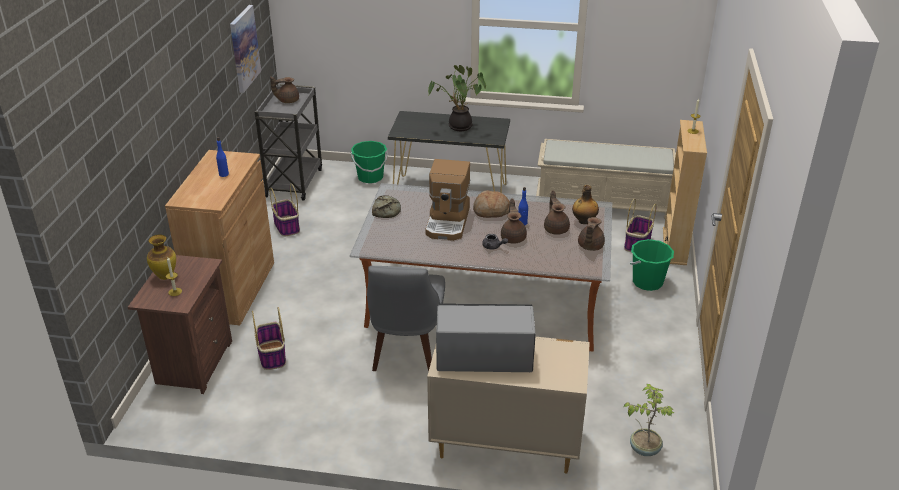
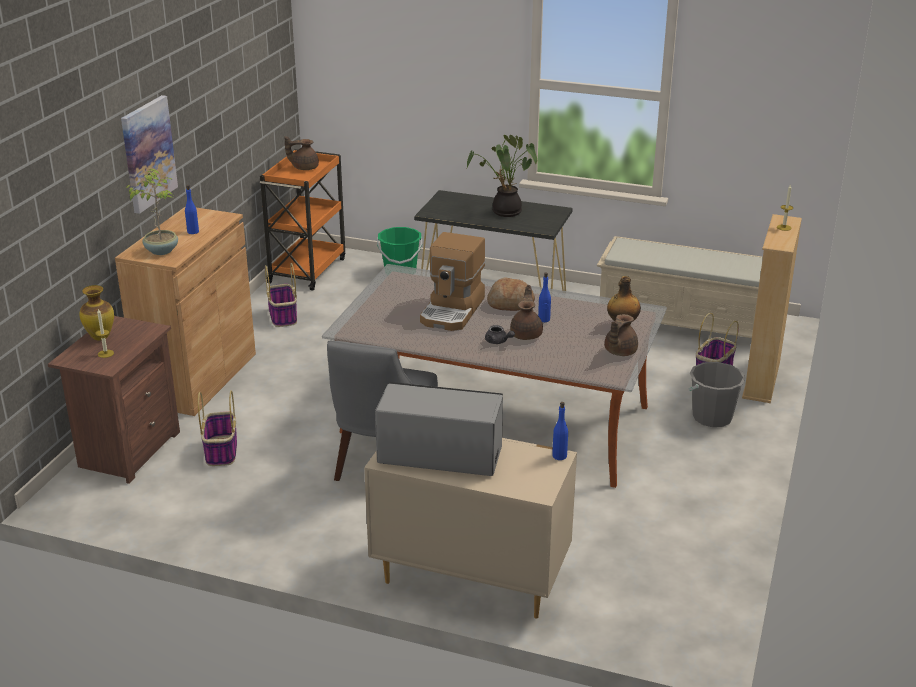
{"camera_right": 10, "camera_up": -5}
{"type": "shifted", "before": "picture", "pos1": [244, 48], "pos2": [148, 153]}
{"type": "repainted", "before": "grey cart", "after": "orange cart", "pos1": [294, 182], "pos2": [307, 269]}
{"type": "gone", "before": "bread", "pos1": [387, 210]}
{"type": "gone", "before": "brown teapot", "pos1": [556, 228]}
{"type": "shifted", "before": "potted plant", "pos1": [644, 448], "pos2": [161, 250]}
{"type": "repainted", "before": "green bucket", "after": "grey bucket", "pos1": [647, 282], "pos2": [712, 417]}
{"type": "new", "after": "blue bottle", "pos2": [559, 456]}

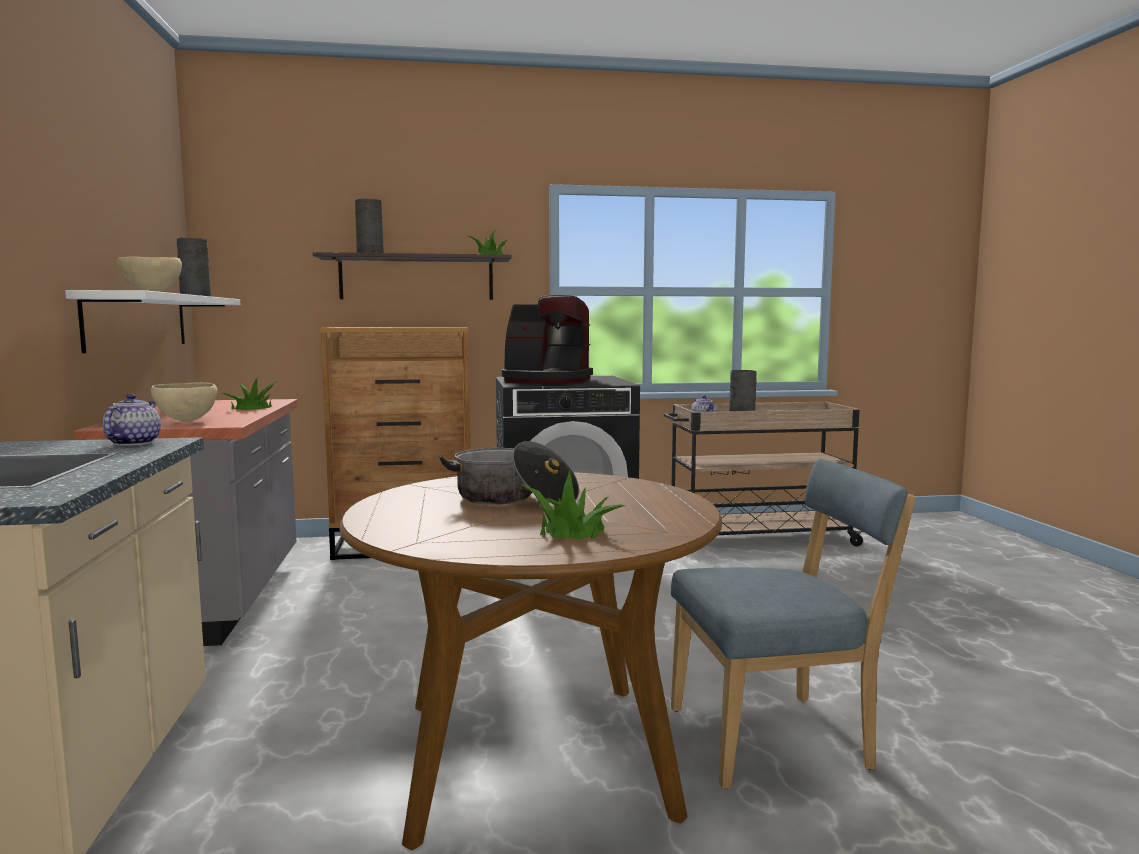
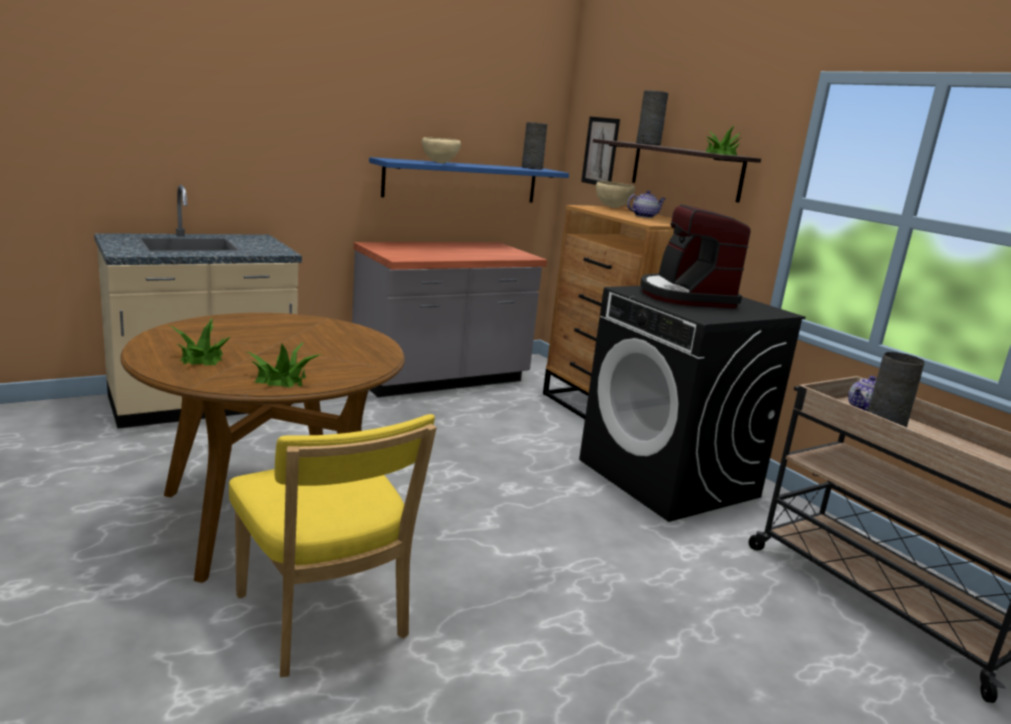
{"camera_right": 65, "camera_up": 10}
{"type": "repainted", "before": "white shelf", "after": "blue shelf", "pos1": [138, 321], "pos2": [462, 181]}
{"type": "shifted", "before": "teapot", "pos1": [132, 443], "pos2": [644, 216]}
{"type": "shifted", "before": "beige bowl", "pos1": [186, 421], "pos2": [612, 207]}
{"type": "shifted", "before": "potted plant", "pos1": [252, 408], "pos2": [281, 379]}
{"type": "gone", "before": "cooking pot", "pos1": [513, 498]}
{"type": "repainted", "before": "blue chair", "after": "yellow chair", "pos1": [777, 738], "pos2": [324, 622]}
{"type": "new", "after": "picture", "pos2": [600, 151]}

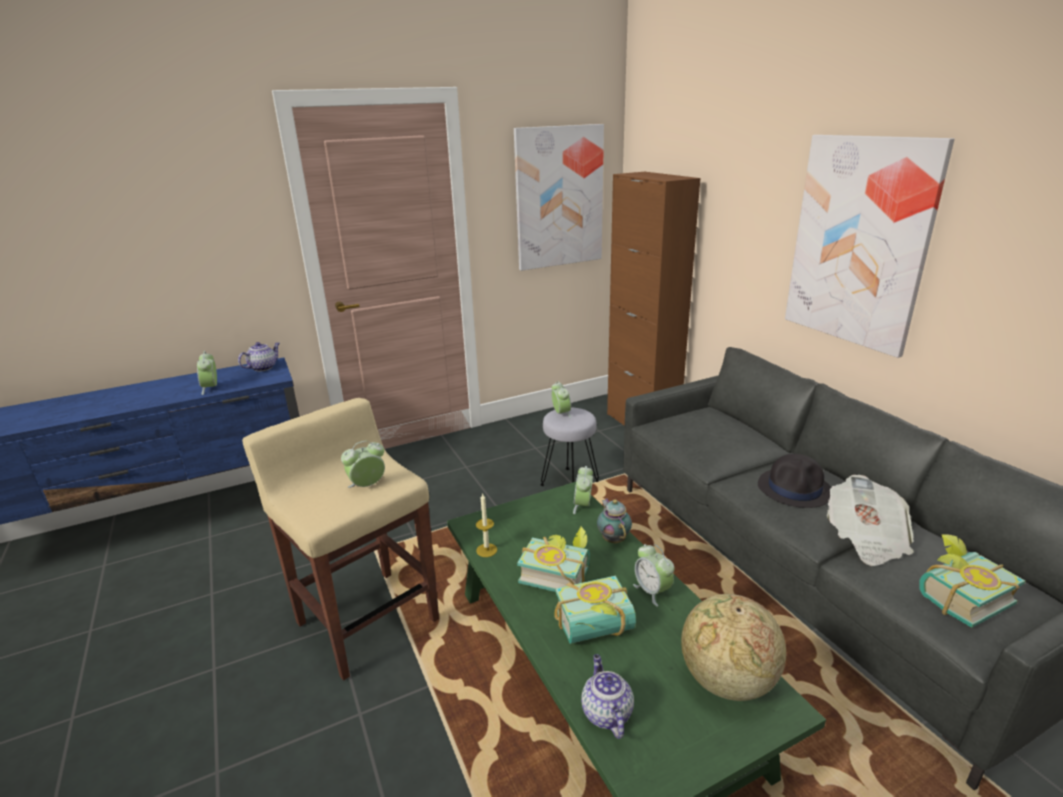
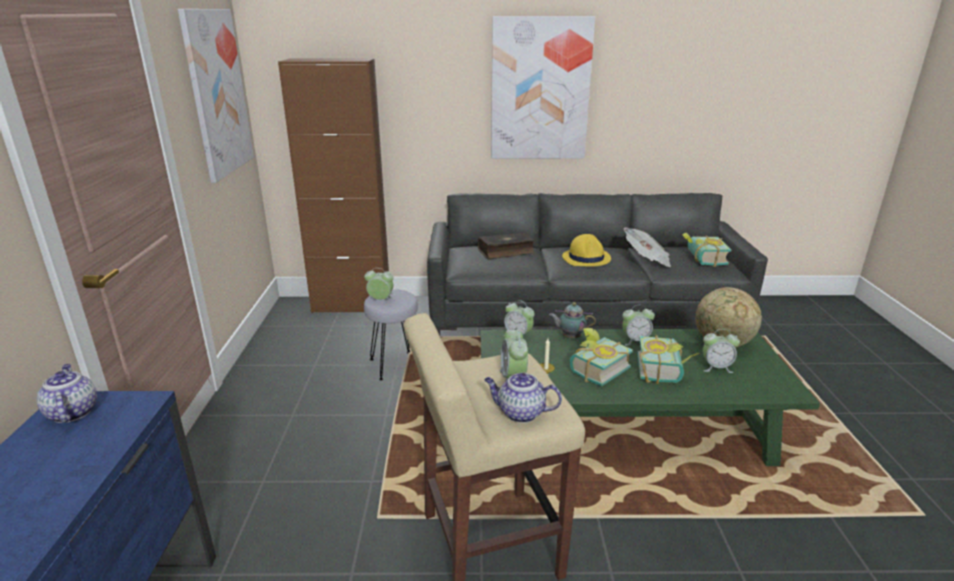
{"camera_right": -65, "camera_up": 0}
{"type": "shifted", "before": "alarm clock", "pos1": [211, 388], "pos2": [716, 367]}
{"type": "shifted", "before": "teapot", "pos1": [606, 713], "pos2": [520, 413]}
{"type": "repainted", "before": "black hat", "after": "yellow hat", "pos1": [795, 489], "pos2": [586, 258]}
{"type": "new", "after": "book", "pos2": [506, 252]}

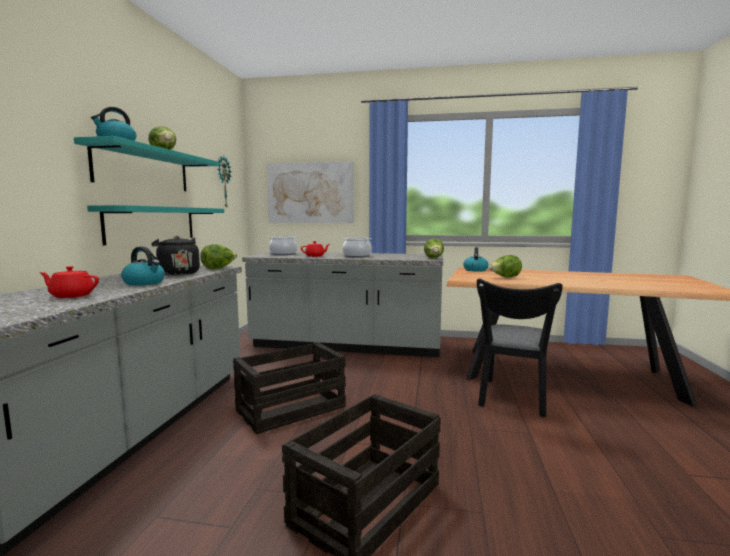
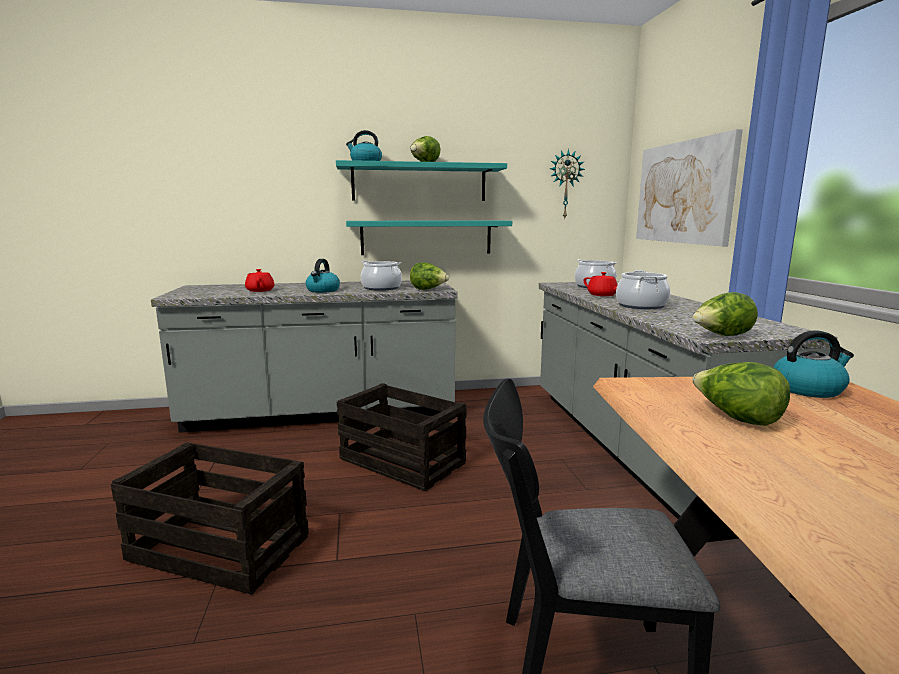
{"camera_right": 70, "camera_up": 5}
{"type": "swapped", "before": "black kettle", "after": "cooking pot", "pos1": [177, 273], "pos2": [381, 288]}

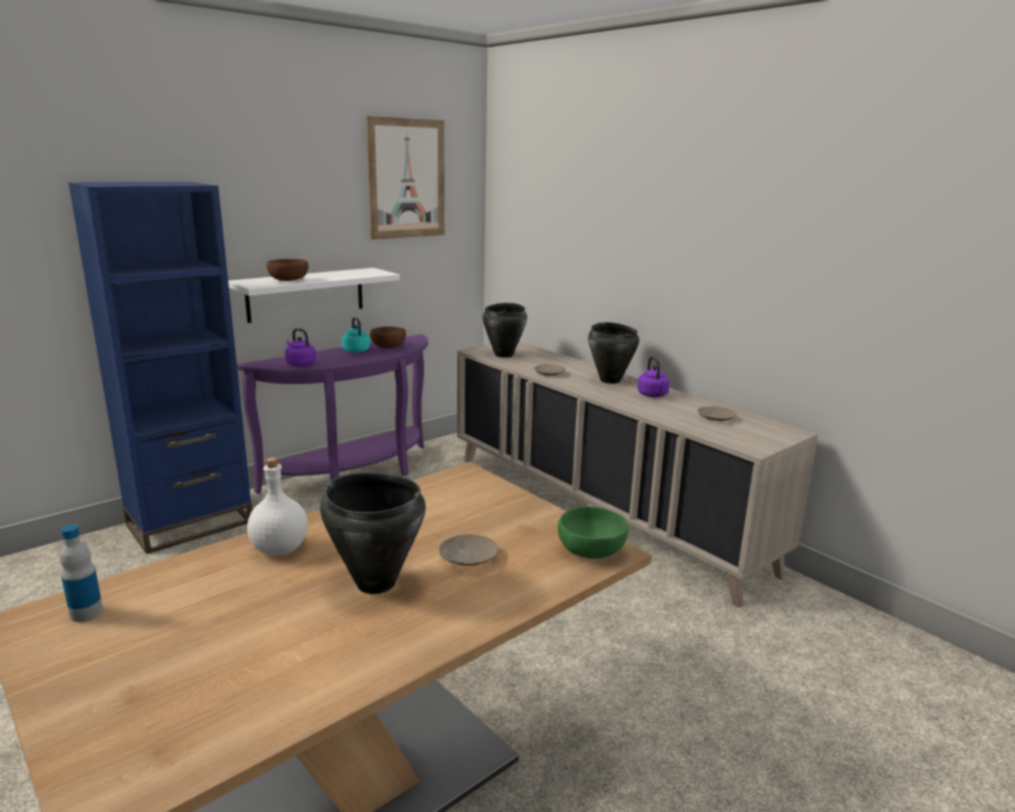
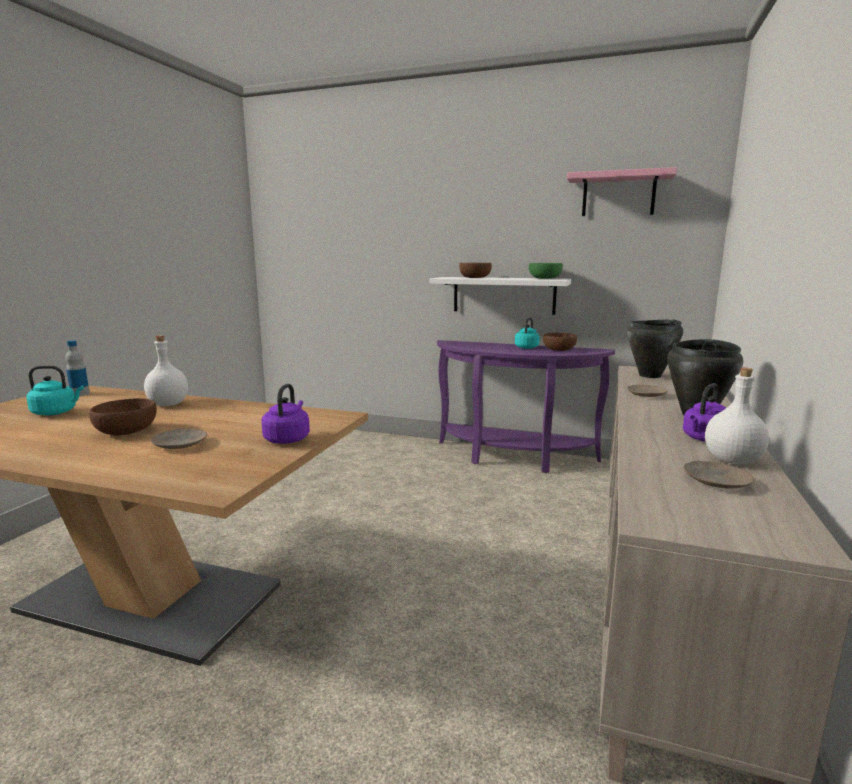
{"camera_right": 60, "camera_up": -5}
{"type": "gone", "before": "blue bookcase", "pos1": [190, 523]}
{"type": "shifted", "before": "purple kettle", "pos1": [300, 364], "pos2": [288, 439]}
{"type": "swapped", "before": "black cooking pot", "after": "brown bowl", "pos1": [375, 582], "pos2": [127, 431]}
{"type": "swapped", "before": "picture", "after": "pink shelf", "pos1": [406, 179], "pos2": [618, 195]}
{"type": "shifted", "before": "green bowl", "pos1": [592, 550], "pos2": [545, 278]}
{"type": "new", "after": "turquoise kettle", "pos2": [56, 412]}
{"type": "new", "after": "white bottle", "pos2": [733, 460]}

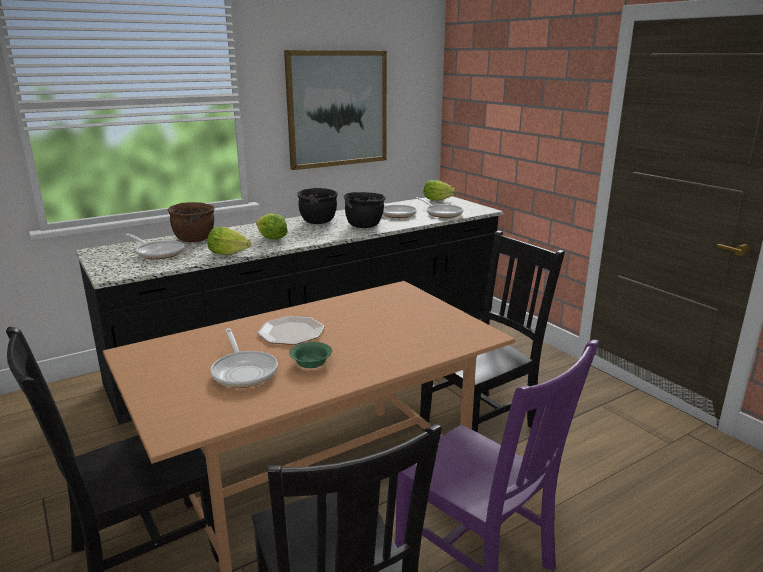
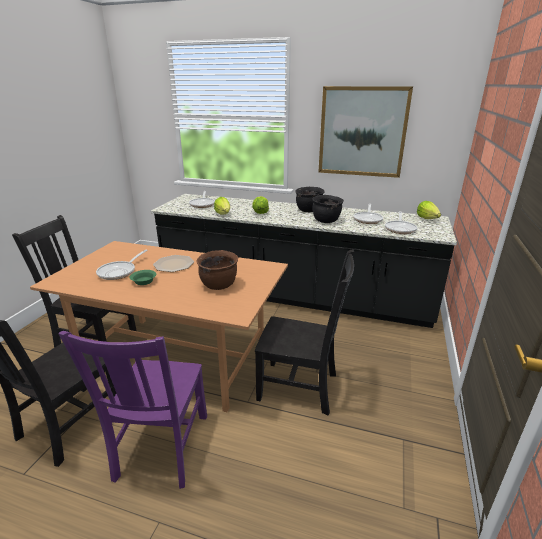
{"camera_right": 50, "camera_up": 5}
{"type": "shifted", "before": "brown cooking pot", "pos1": [195, 239], "pos2": [219, 285]}

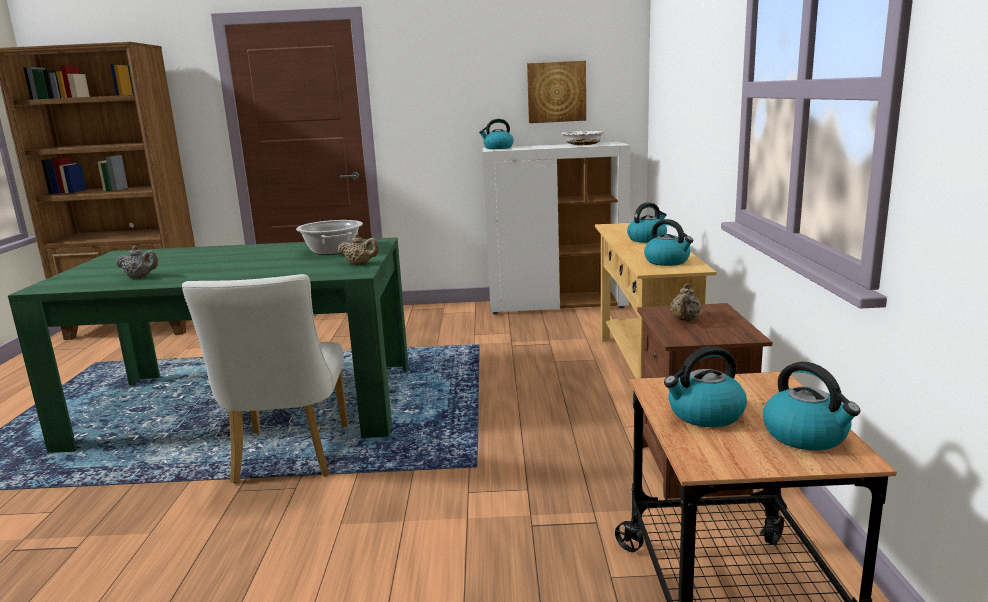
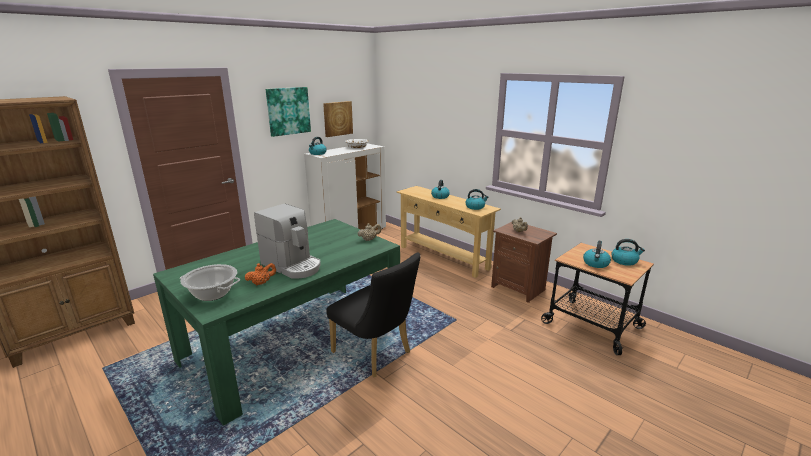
{"camera_right": -45, "camera_up": 5}
{"type": "repainted", "before": "grey teapot", "after": "orange teapot", "pos1": [140, 277], "pos2": [262, 283]}
{"type": "repainted", "before": "white chair", "after": "black chair", "pos1": [288, 458], "pos2": [375, 354]}
{"type": "shifted", "before": "cooking pot", "pos1": [332, 251], "pos2": [212, 294]}
{"type": "new", "after": "coffee machine", "pos2": [292, 265]}
{"type": "new", "after": "picture", "pos2": [288, 111]}

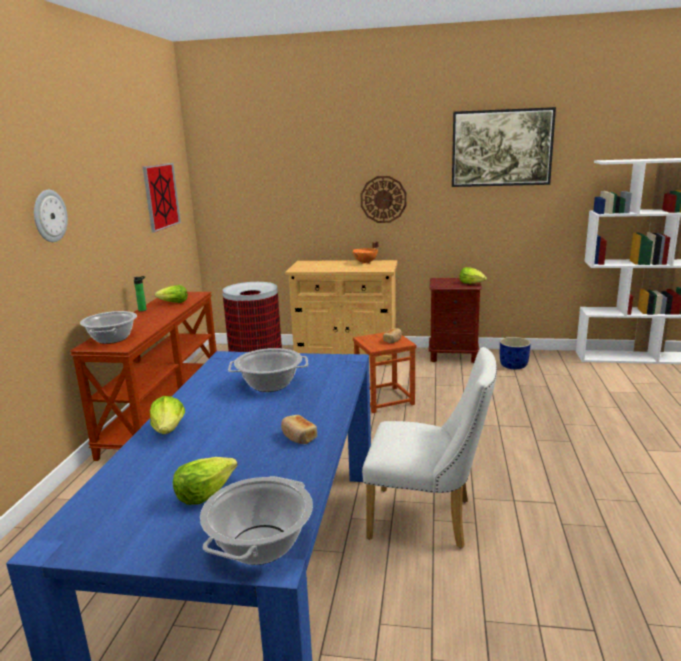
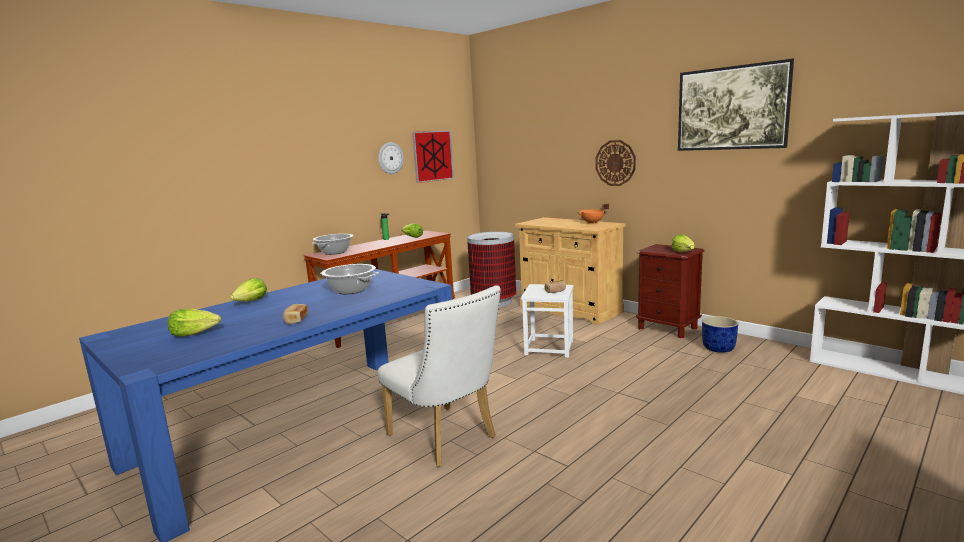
{"camera_right": 35, "camera_up": -5}
{"type": "shifted", "before": "wall clock", "pos1": [49, 216], "pos2": [390, 158]}
{"type": "gone", "before": "cooking pot", "pos1": [260, 544]}
{"type": "repainted", "before": "brown stool", "after": "white stool", "pos1": [384, 399], "pos2": [549, 348]}

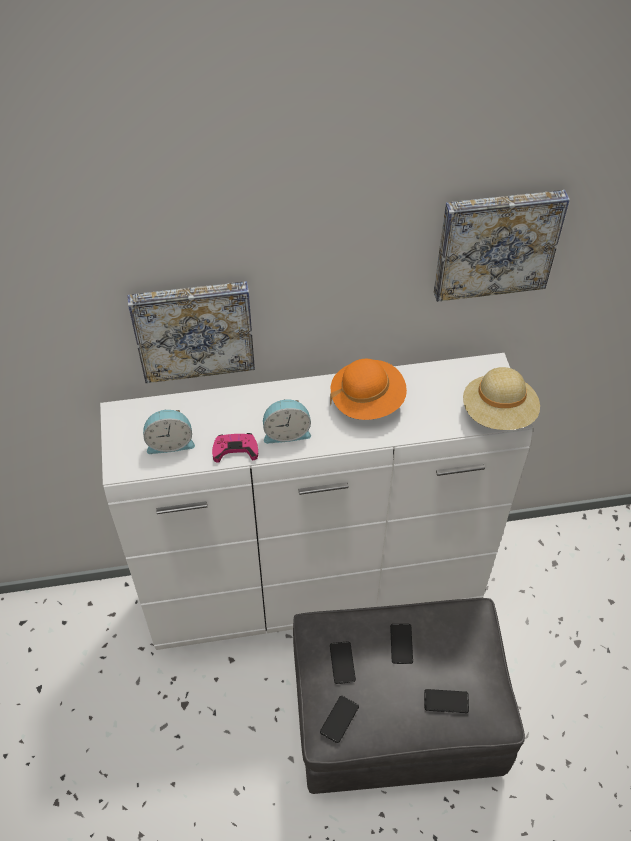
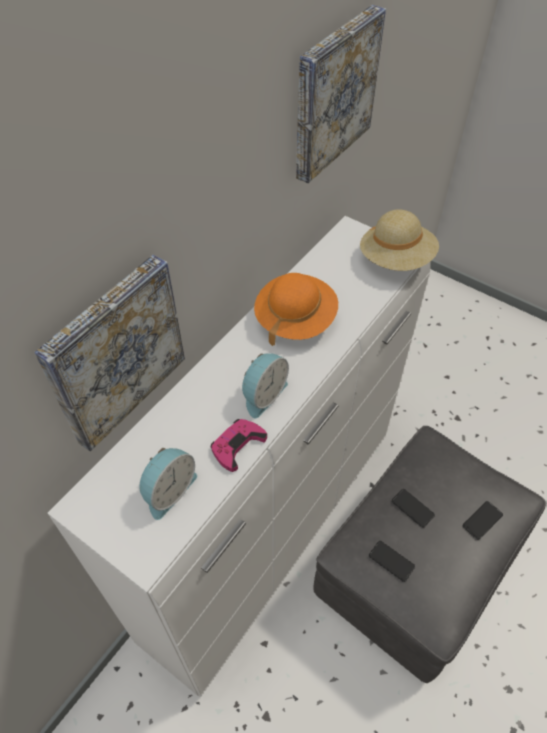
{"camera_right": -45, "camera_up": 0}
{"type": "gone", "before": "phone", "pos1": [339, 719]}

